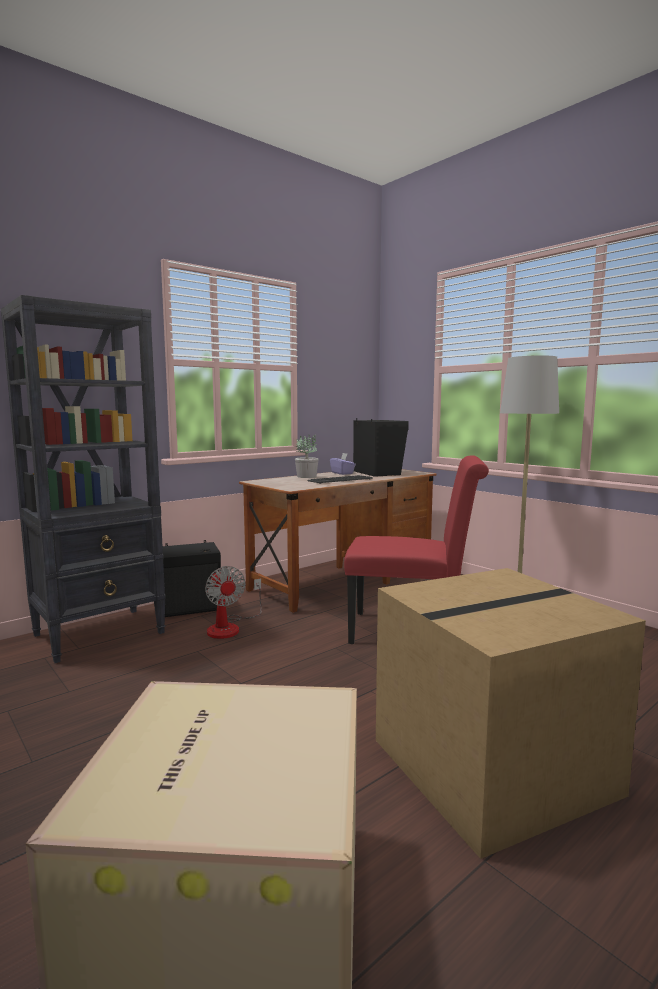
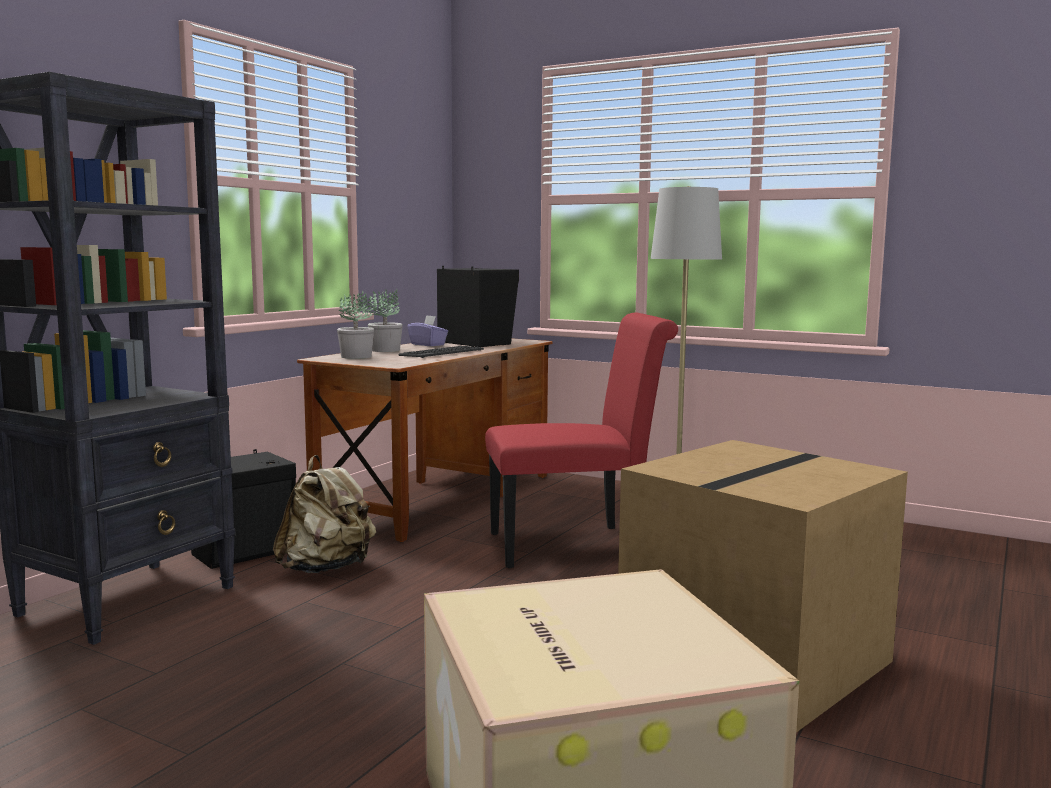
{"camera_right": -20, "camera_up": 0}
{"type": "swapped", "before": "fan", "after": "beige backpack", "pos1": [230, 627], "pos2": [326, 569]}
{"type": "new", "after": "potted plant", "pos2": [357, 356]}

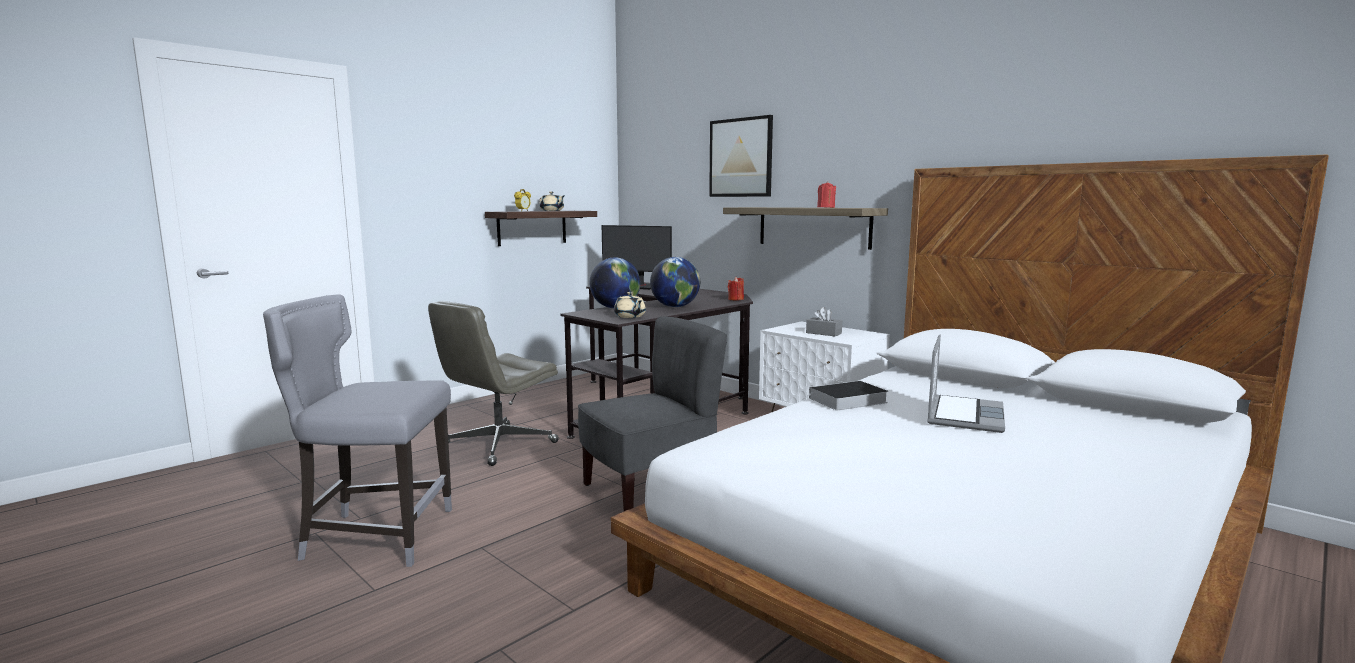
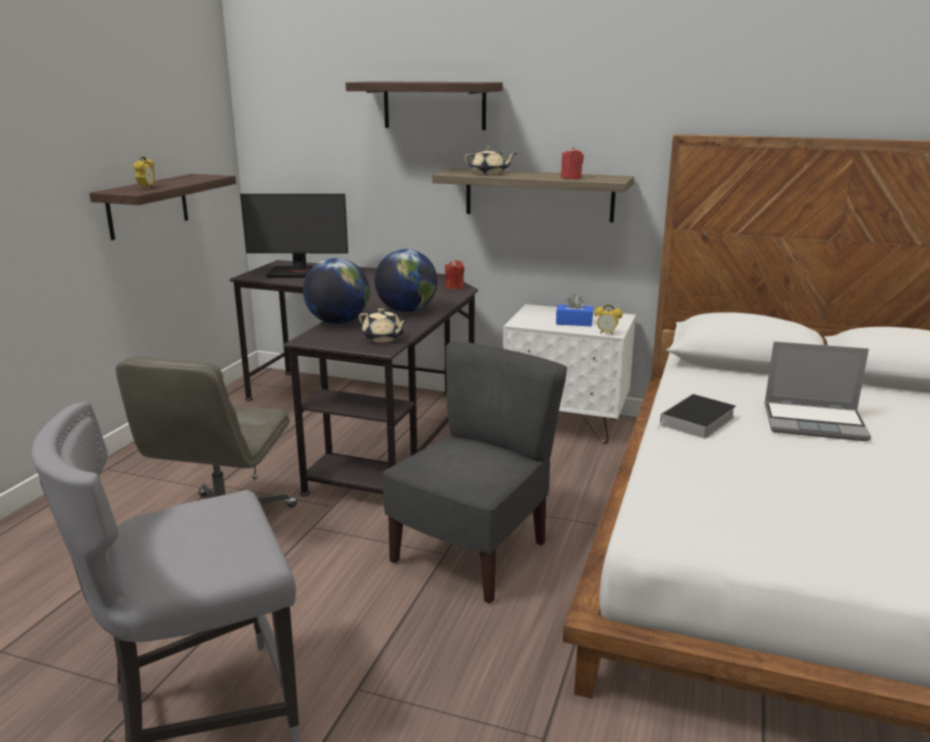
{"camera_right": -25, "camera_up": 10}
{"type": "shifted", "before": "beige teapot", "pos1": [552, 210], "pos2": [489, 173]}
{"type": "swapped", "before": "picture", "after": "shelf", "pos1": [741, 157], "pos2": [434, 105]}
{"type": "repainted", "before": "grey tissue box", "after": "blue tissue box", "pos1": [823, 333], "pos2": [574, 322]}
{"type": "rotated", "before": "laptop", "pos1": [963, 415], "pos2": [815, 422], "turn": 105}
{"type": "new", "after": "alarm clock", "pos2": [606, 333]}

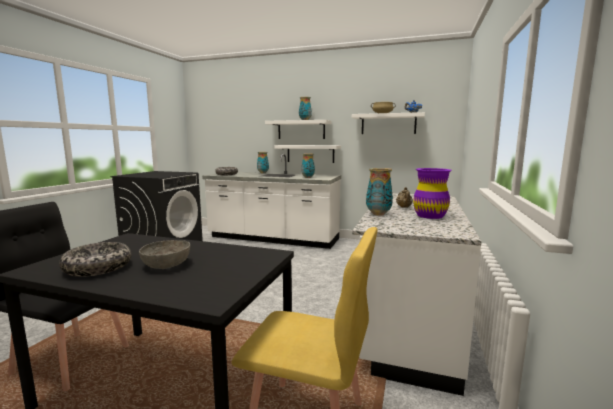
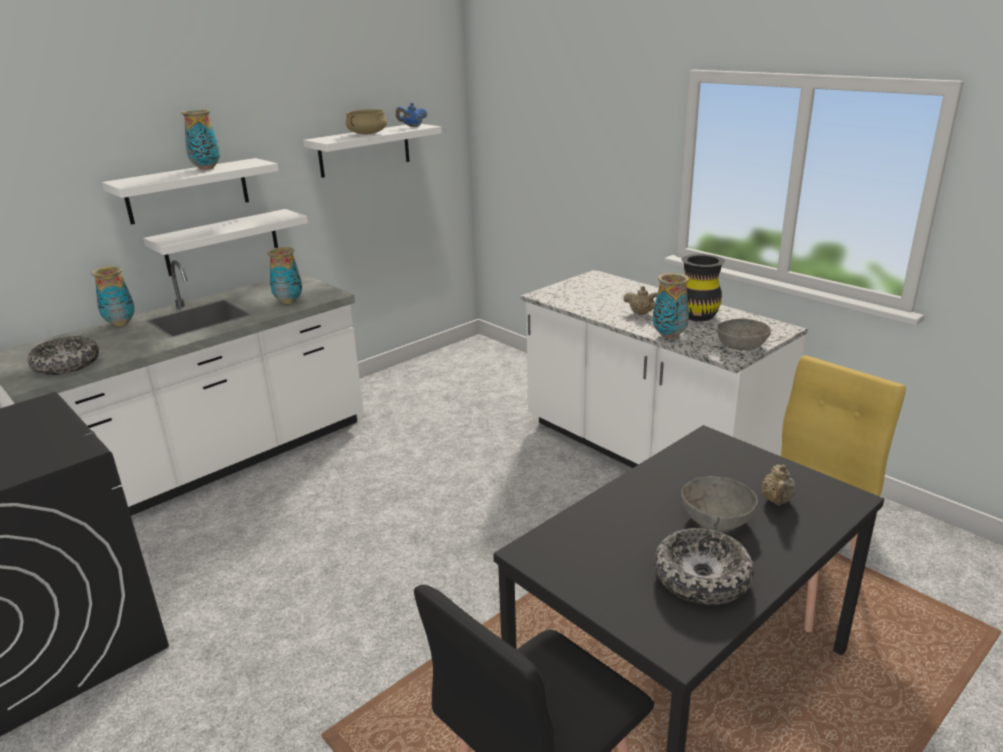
{"camera_right": -60, "camera_up": 15}
{"type": "repainted", "before": "purple vase", "after": "black vase", "pos1": [430, 216], "pos2": [698, 315]}
{"type": "new", "after": "grey bowl", "pos2": [741, 346]}
{"type": "new", "after": "beige teapot", "pos2": [776, 501]}

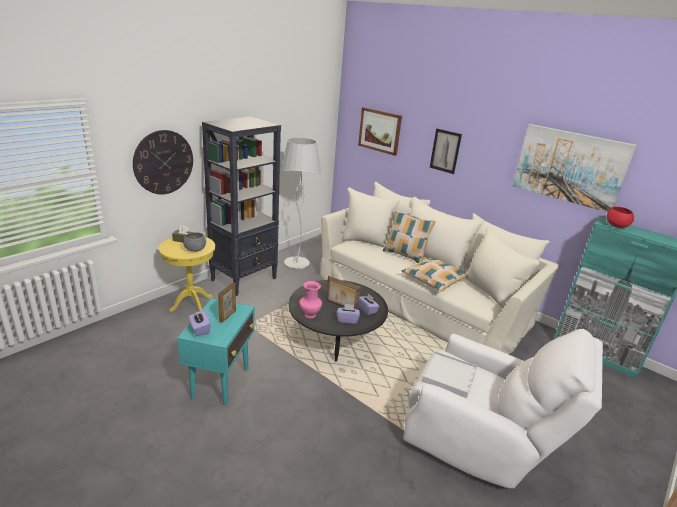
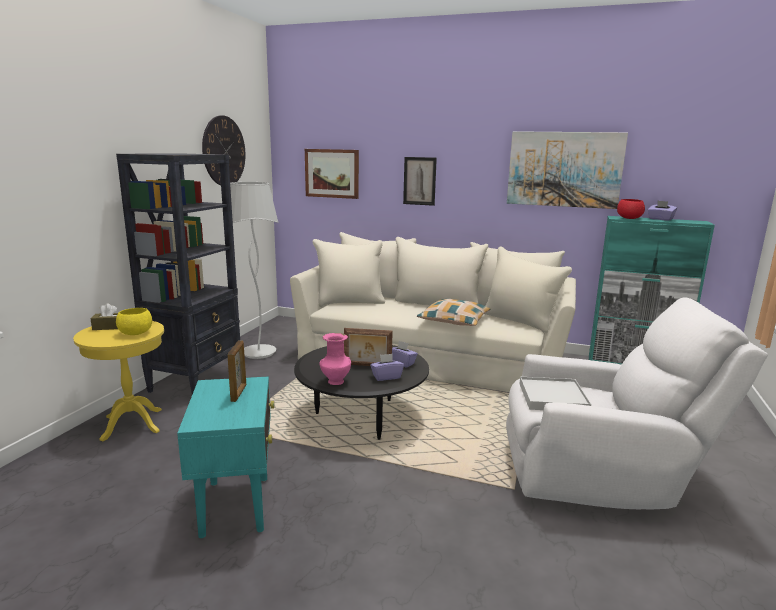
{"camera_right": -20, "camera_up": -10}
{"type": "shifted", "before": "wall clock", "pos1": [163, 162], "pos2": [224, 151]}
{"type": "repainted", "before": "grey bowl", "after": "yellow bowl", "pos1": [195, 249], "pos2": [136, 333]}
{"type": "shifted", "before": "purple tissue box", "pos1": [200, 329], "pos2": [660, 219]}
{"type": "gone", "before": "pillow", "pos1": [405, 255]}

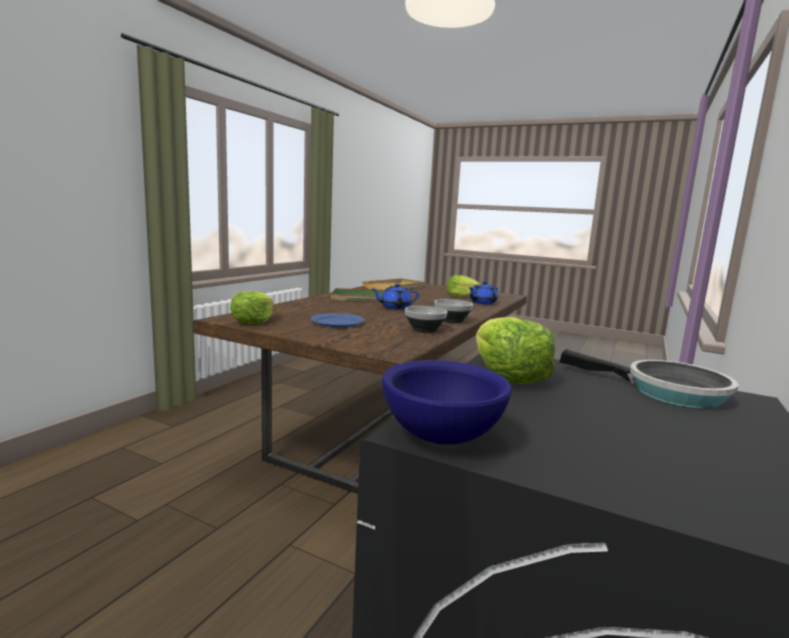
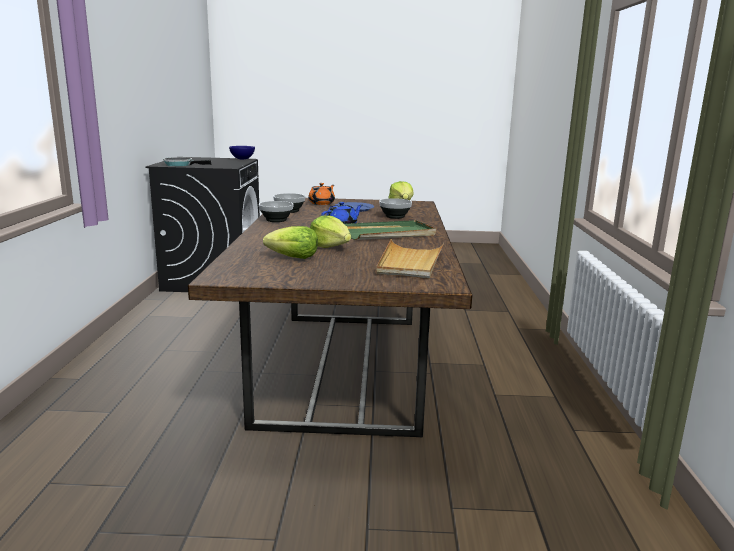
{"camera_right": 155, "camera_up": 5}
{"type": "gone", "before": "blue teapot", "pos1": [482, 303]}
{"type": "shifted", "before": "lettuce", "pos1": [507, 376], "pos2": [330, 246]}
{"type": "new", "after": "orange teapot", "pos2": [322, 203]}
{"type": "new", "after": "bowl", "pos2": [395, 216]}

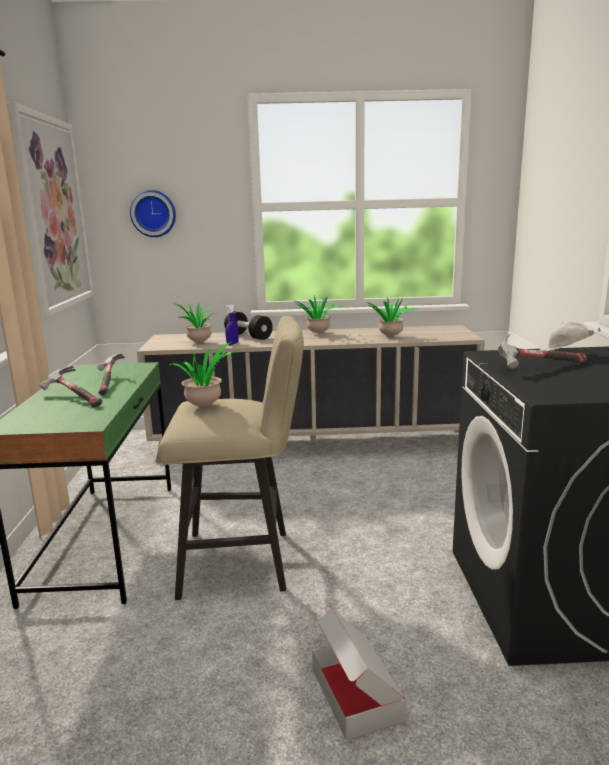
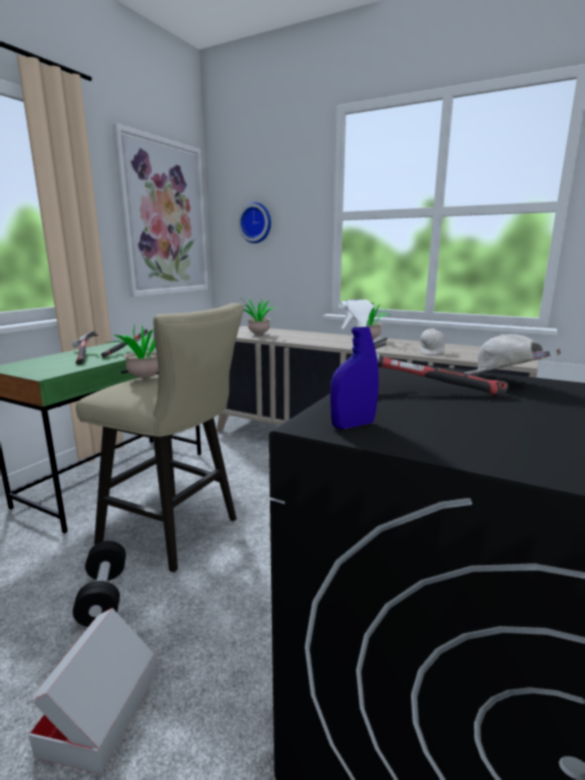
{"camera_right": 30, "camera_up": 0}
{"type": "shifted", "before": "black dumbbell", "pos1": [248, 336], "pos2": [104, 597]}
{"type": "shifted", "before": "blue spray bottle", "pos1": [232, 344], "pos2": [353, 425]}
{"type": "swapped", "before": "potted plant", "after": "white cap", "pos1": [390, 337], "pos2": [431, 351]}

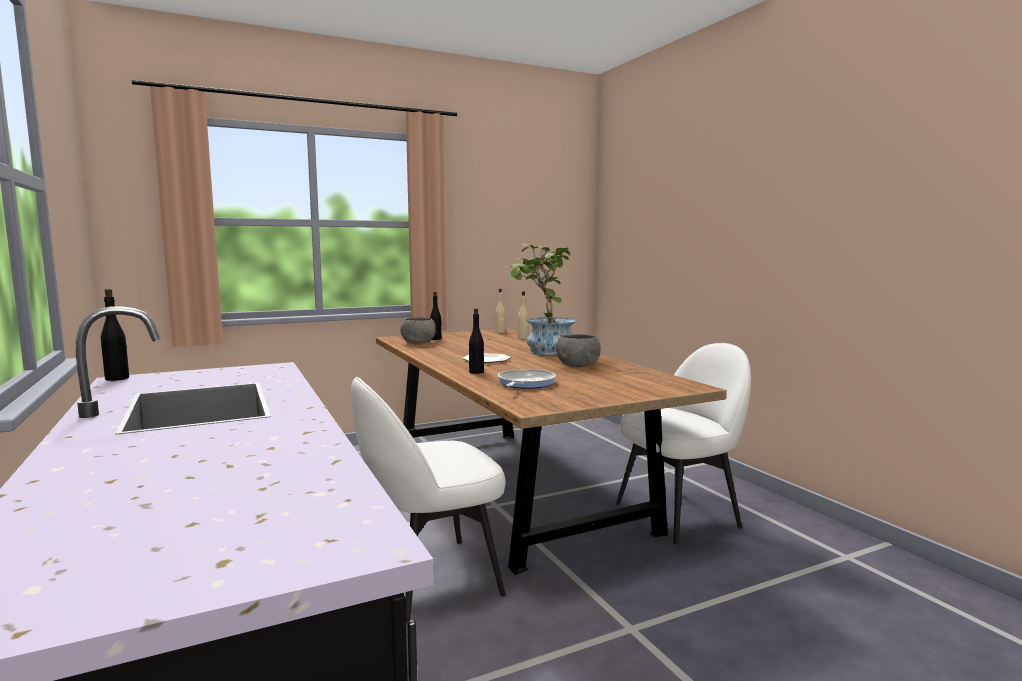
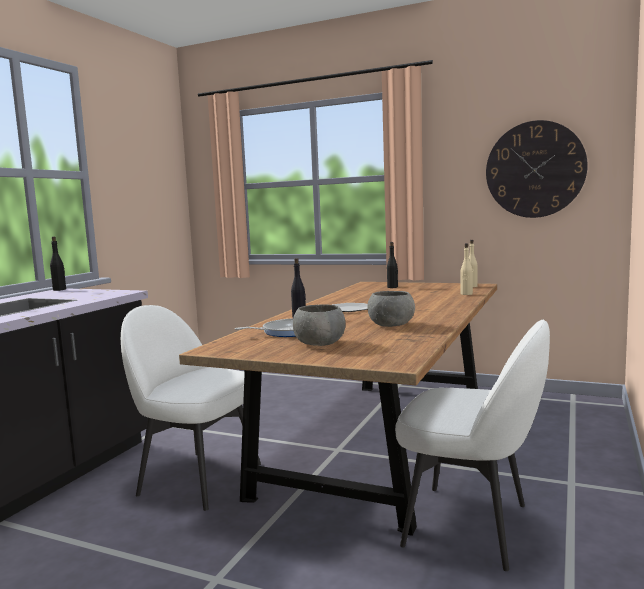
{"camera_right": 50, "camera_up": 0}
{"type": "shifted", "before": "grey bowl", "pos1": [418, 343], "pos2": [319, 344]}
{"type": "gone", "before": "potted plant", "pos1": [543, 350]}
{"type": "new", "after": "wall clock", "pos2": [535, 169]}

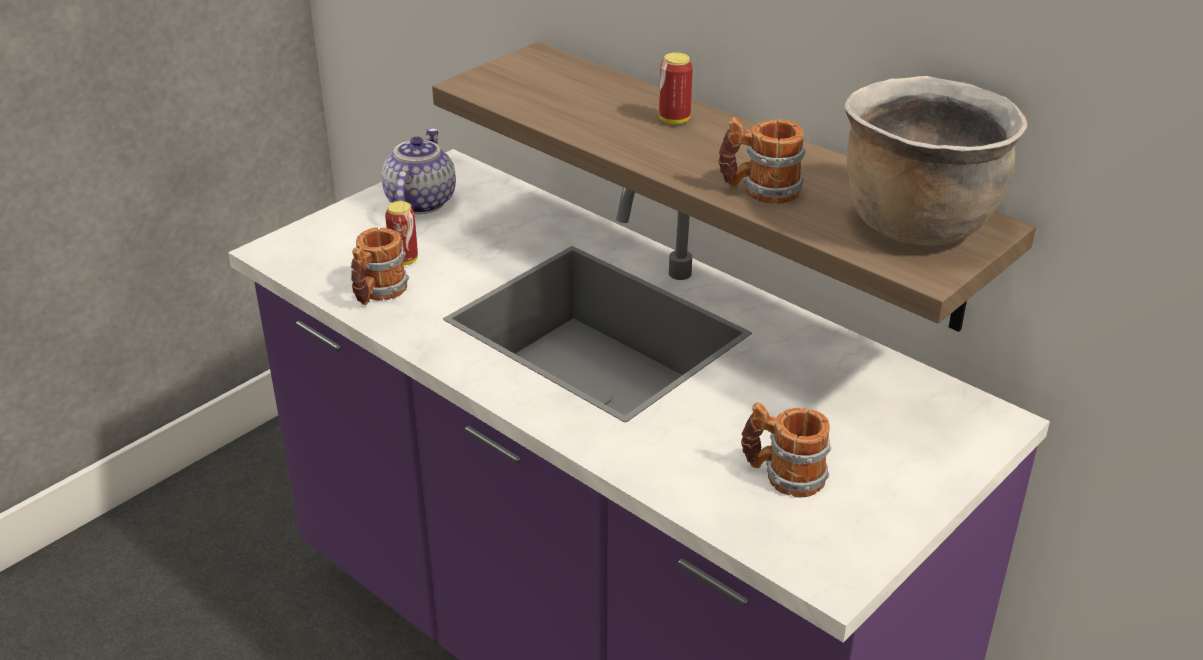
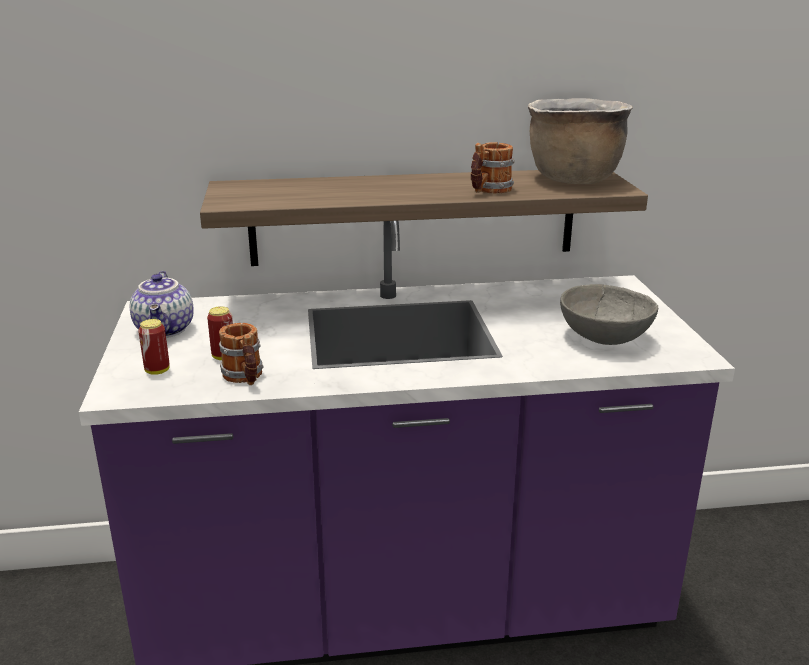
{"camera_right": -50, "camera_up": -10}
{"type": "rotated", "before": "teapot", "pos1": [419, 202], "pos2": [166, 330], "turn": -150}
{"type": "shifted", "before": "can", "pos1": [674, 120], "pos2": [157, 371]}
{"type": "swapped", "before": "mug", "after": "grey bowl", "pos1": [783, 475], "pos2": [603, 338]}

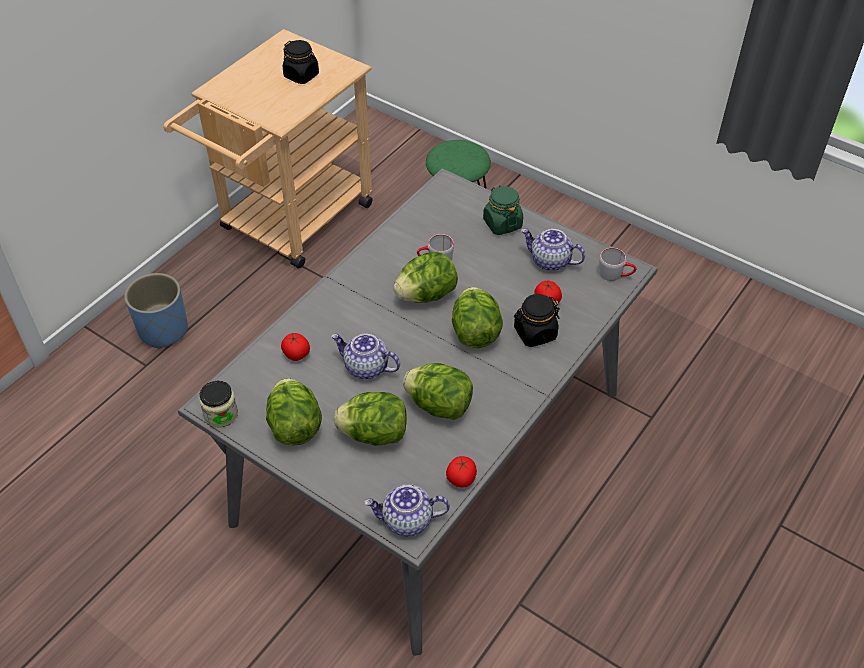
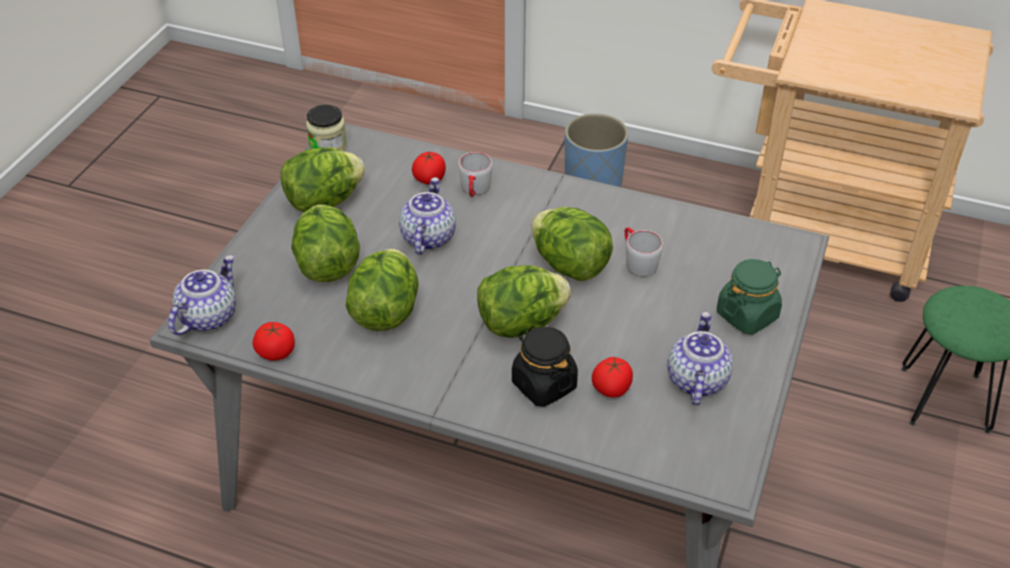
{"camera_right": 75, "camera_up": -5}
{"type": "gone", "before": "black jar", "pos1": [301, 75]}
{"type": "rotated", "before": "teapot", "pos1": [407, 521], "pos2": [208, 316], "turn": 45}
{"type": "shifted", "before": "grey mug", "pos1": [615, 274], "pos2": [475, 191]}

